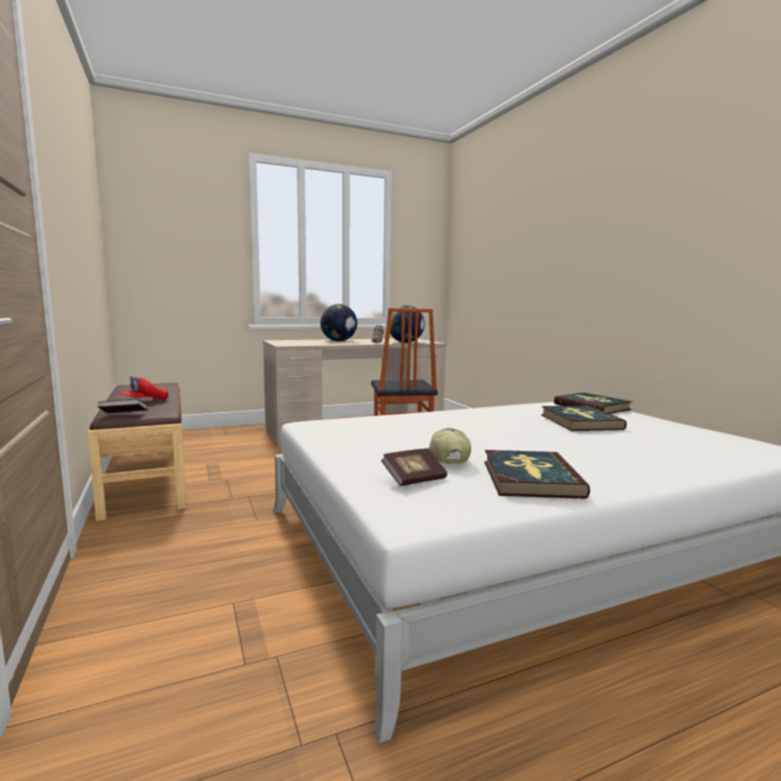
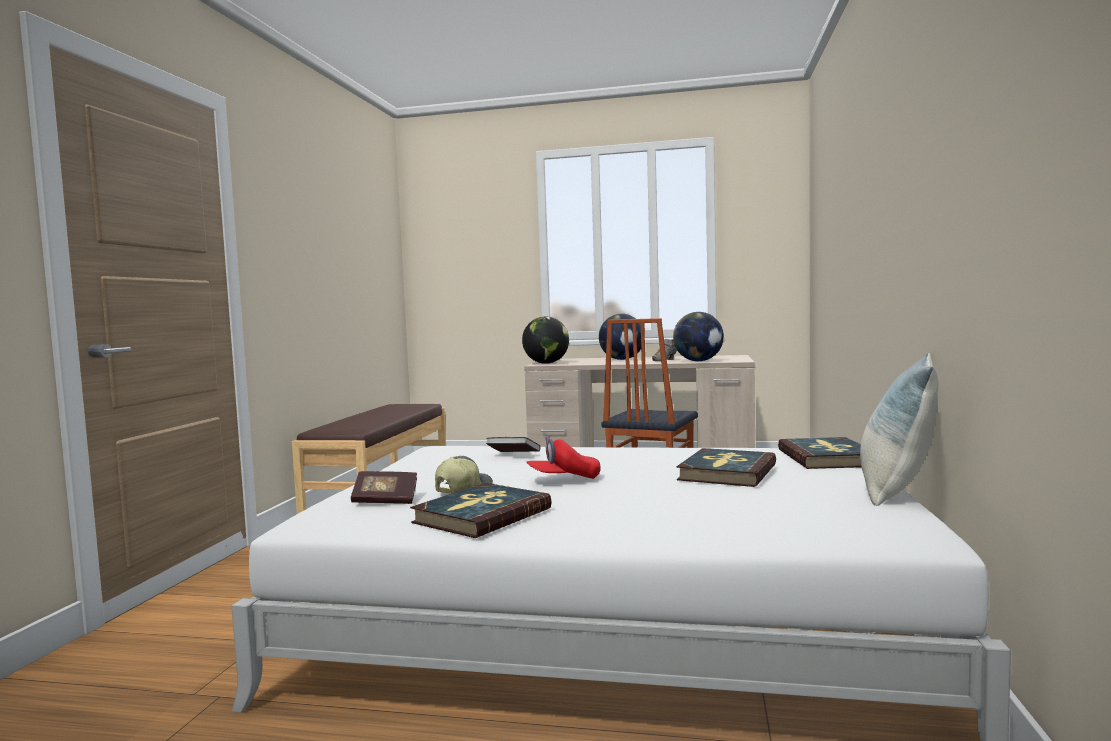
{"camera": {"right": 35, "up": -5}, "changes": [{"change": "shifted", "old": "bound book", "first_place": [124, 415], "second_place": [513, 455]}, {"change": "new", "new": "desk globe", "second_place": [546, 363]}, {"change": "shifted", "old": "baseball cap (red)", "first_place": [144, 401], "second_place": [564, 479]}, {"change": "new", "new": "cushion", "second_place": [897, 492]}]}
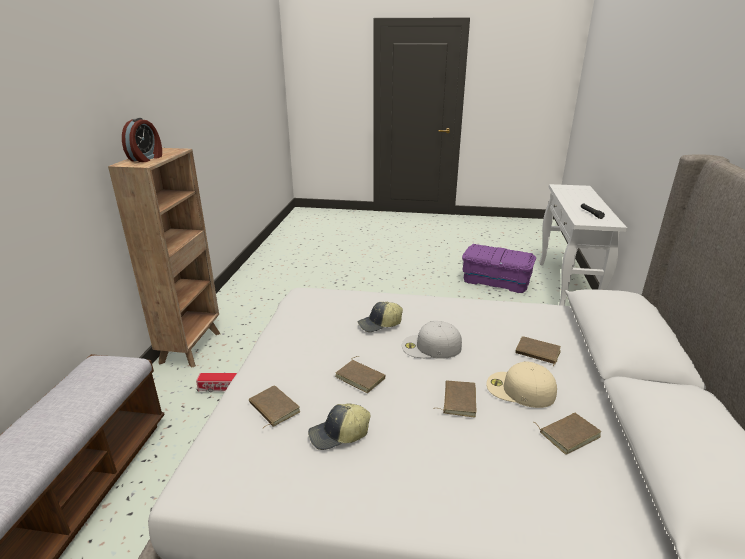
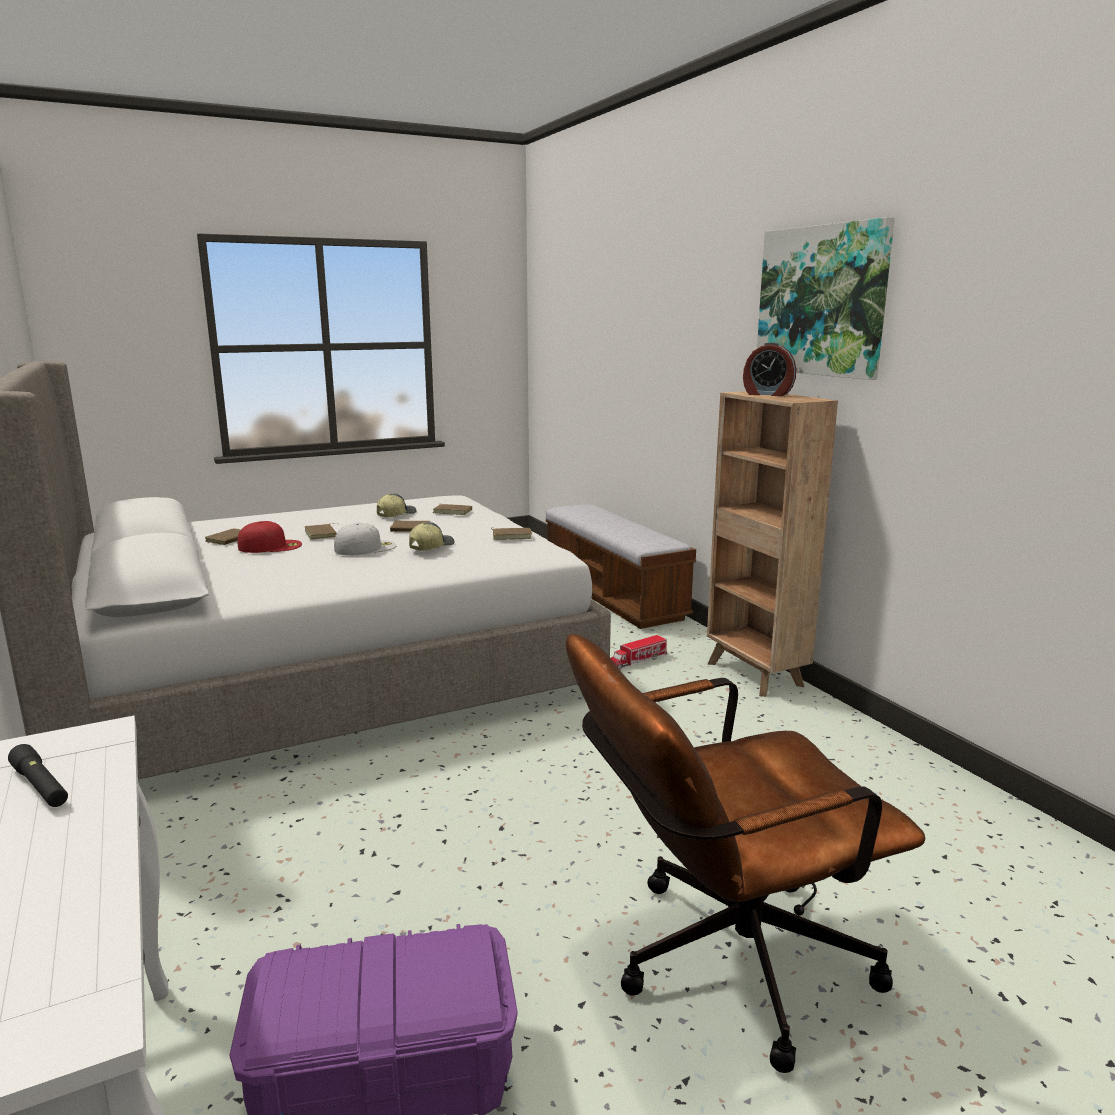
{"camera": {"right": 145, "up": -10}, "changes": [{"change": "repainted", "old": "baseball cap (beige-coloured)", "new": "baseball cap (red)", "first_place": [519, 389], "second_place": [270, 546]}, {"change": "shifted", "old": "bound book (brown)", "first_place": [537, 353], "second_place": [512, 536]}, {"change": "new", "new": "desk chair (brown)", "second_place": [722, 963]}, {"change": "rotated", "old": "alarm clock", "first_place": [146, 159], "second_place": [767, 394], "degrees": -45}, {"change": "new", "new": "picture", "second_place": [821, 301]}]}
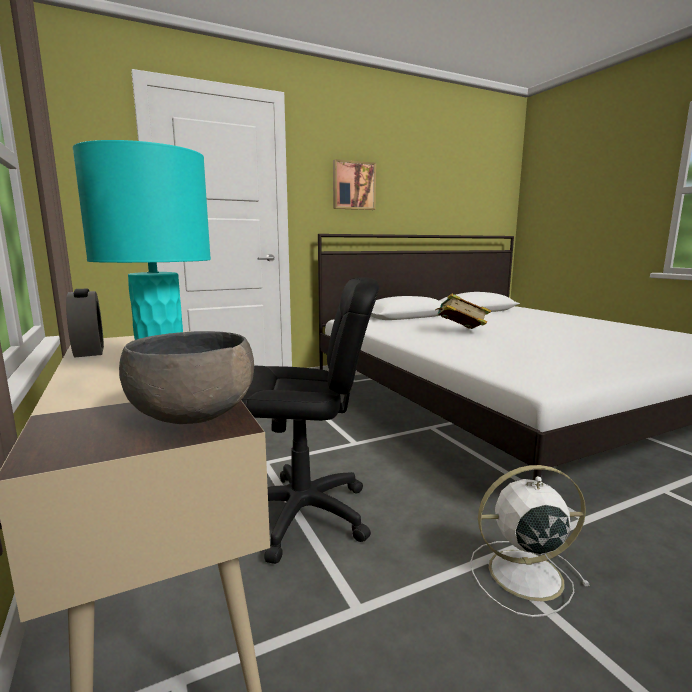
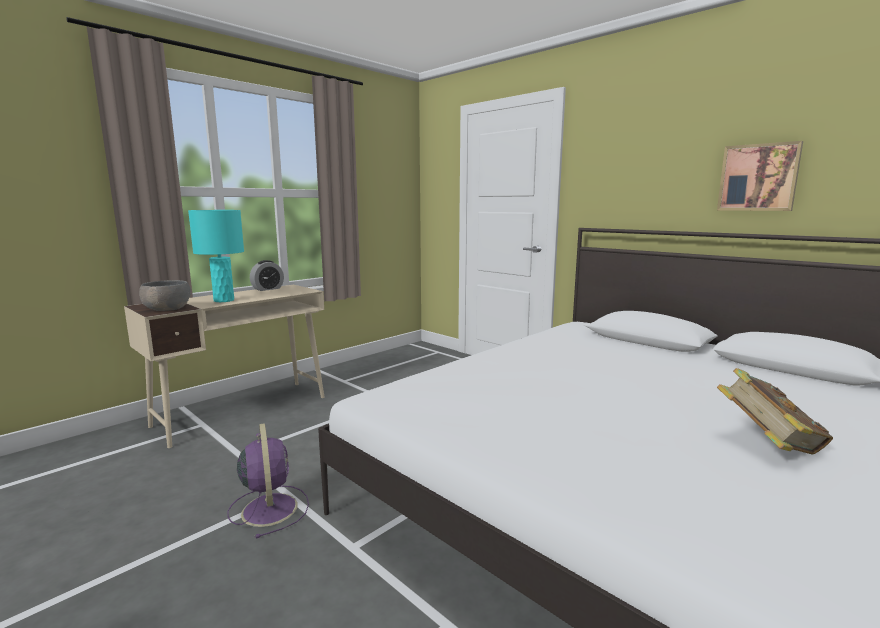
{"camera": {"right": 70, "up": 0}, "changes": [{"change": "repainted", "old": "fan (whitish)", "new": "fan (purple-coloured)", "first_place": [522, 574], "second_place": [269, 508]}, {"change": "shifted", "old": "picture", "first_place": [353, 185], "second_place": [758, 177]}, {"change": "shifted", "old": "bound book", "first_place": [460, 331], "second_place": [767, 445]}, {"change": "gone", "old": "desk chair (black)", "first_place": [302, 514]}]}
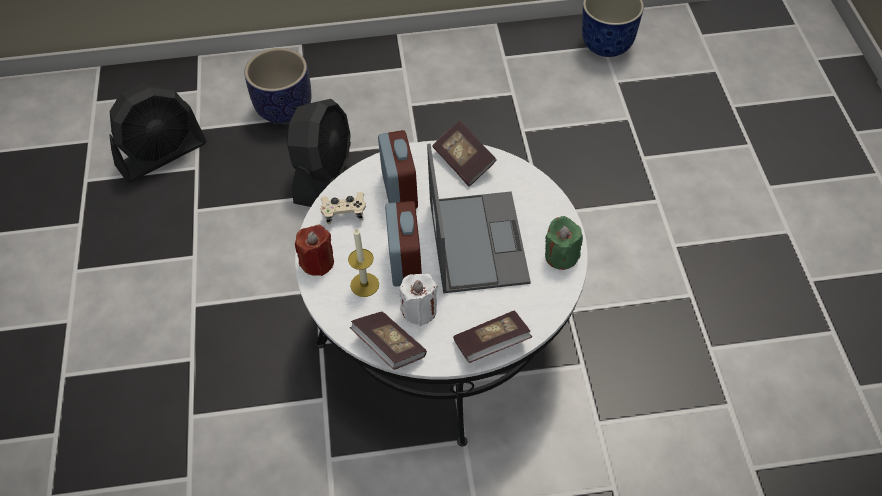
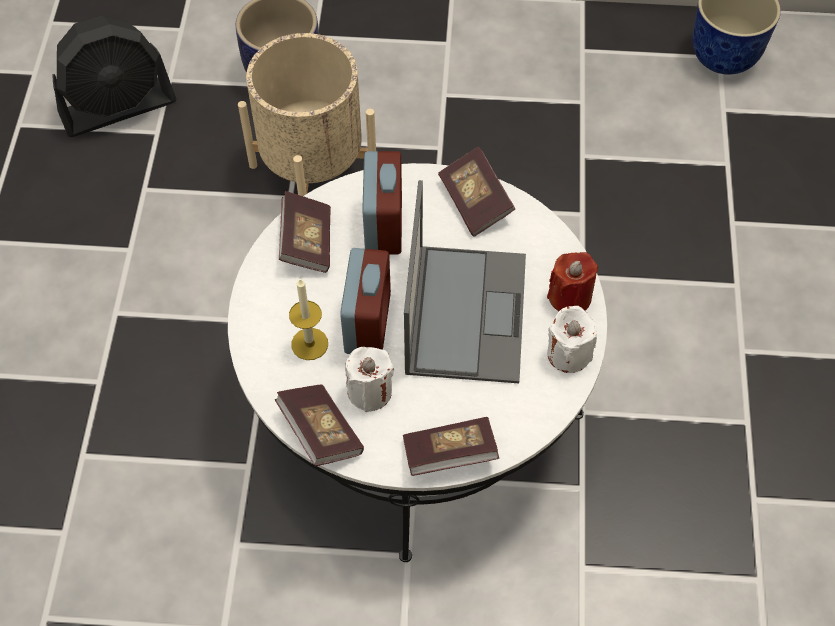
{"camera": {"right": 10, "up": 5}, "changes": [{"change": "swapped", "old": "fan (black)", "new": "plant pot (beige-coloured)", "first_place": [323, 173], "second_place": [313, 169]}, {"change": "swapped", "old": "gamepad (beige-coloured)", "new": "bound book", "first_place": [344, 212], "second_place": [306, 242]}, {"change": "shifted", "old": "wax light (red)", "first_place": [317, 262], "second_place": [570, 297]}, {"change": "repainted", "old": "wax light (green-coloured)", "new": "wax light (whitish)", "first_place": [561, 256], "second_place": [568, 354]}]}
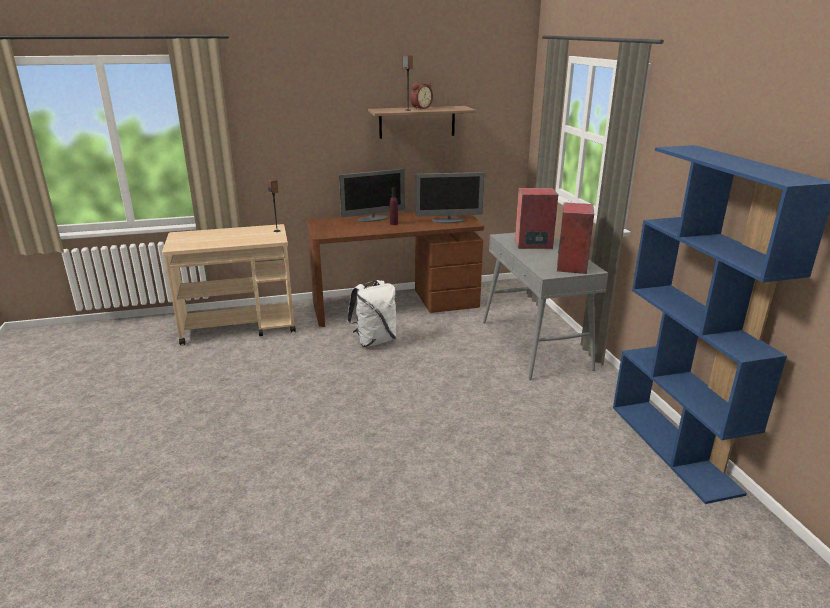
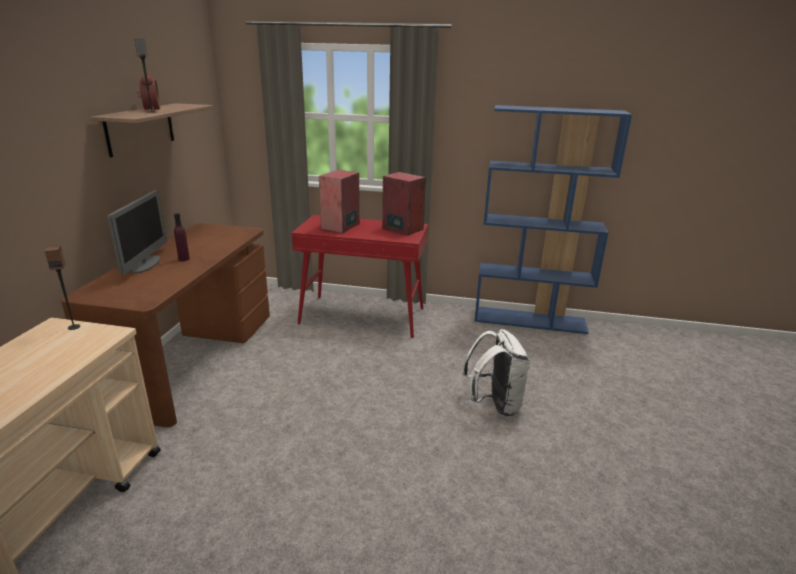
{"camera": {"right": -65, "up": 0}, "changes": [{"change": "repainted", "old": "narrow table (grey)", "new": "narrow table (red)", "first_place": [535, 345], "second_place": [363, 316]}, {"change": "shifted", "old": "rucksack (whitish)", "first_place": [374, 340], "second_place": [494, 404]}, {"change": "gone", "old": "monitor", "first_place": [448, 221]}]}
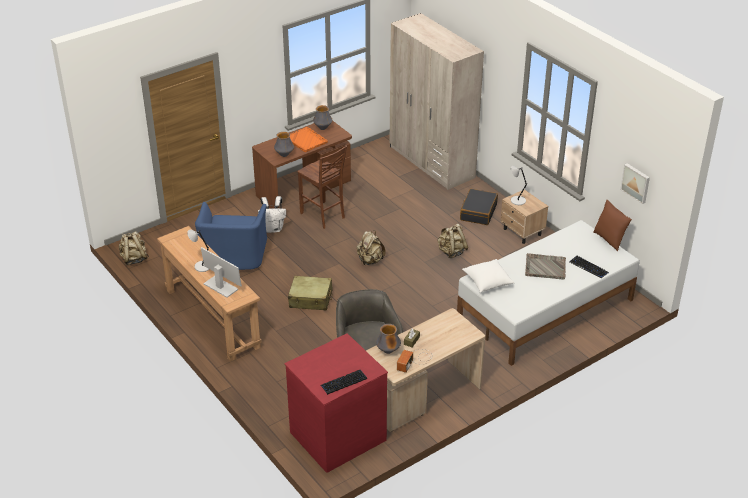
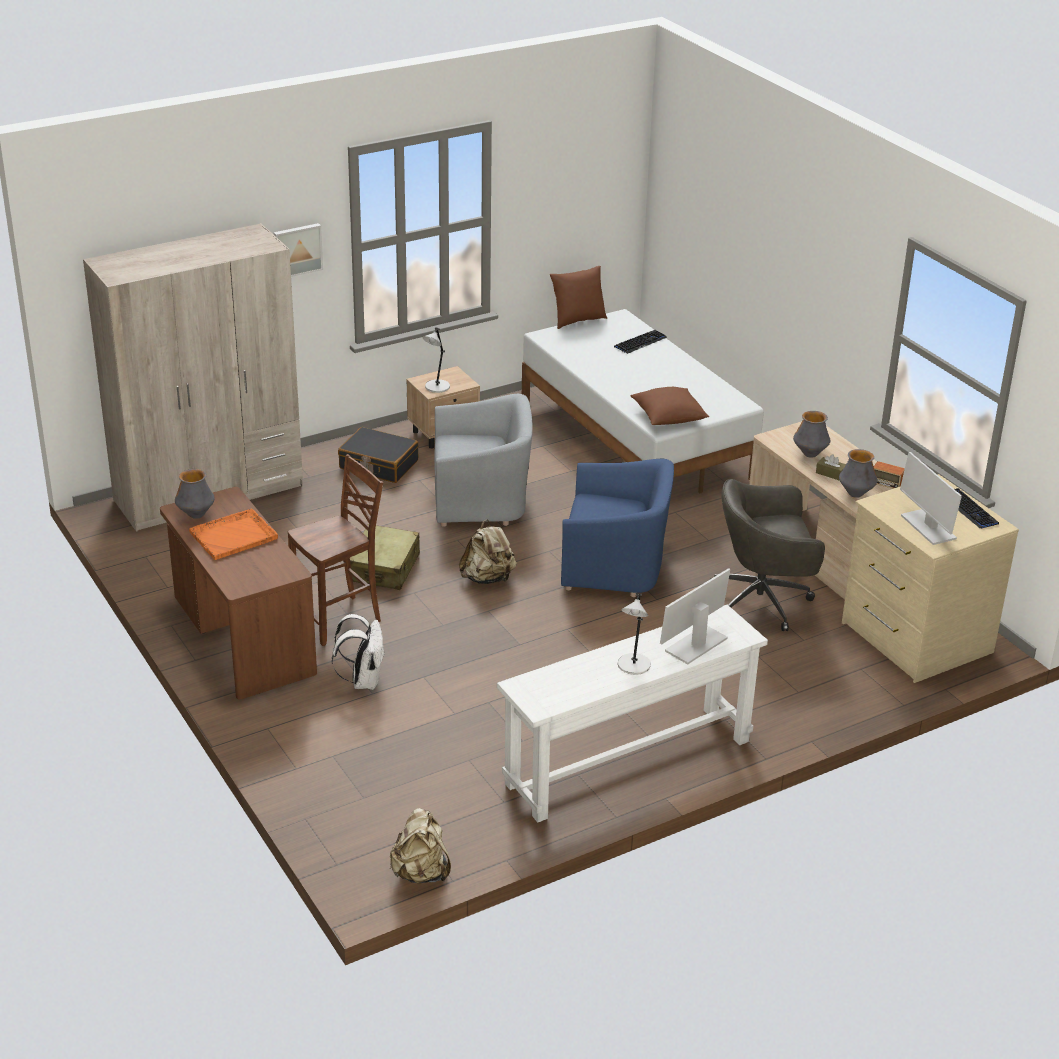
{"camera": {"right": -85, "up": -5}, "changes": [{"change": "shifted", "old": "picture", "first_place": [636, 183], "second_place": [297, 250]}, {"change": "shifted", "old": "travel case (beige-coloured)", "first_place": [311, 299], "second_place": [384, 568]}, {"change": "swapped", "old": "rucksack (beige-coloured)", "new": "lounge chair (grey)", "first_place": [451, 252], "second_place": [481, 499]}, {"change": "repainted", "old": "narrow table (brown)", "new": "narrow table (whitish)", "first_place": [212, 318], "second_place": [628, 762]}, {"change": "shifted", "old": "lounge chair (blue-coloured)", "first_place": [233, 256], "second_place": [615, 565]}, {"change": "repainted", "old": "cushion (whitish)", "new": "cushion (brown)", "first_place": [487, 282], "second_place": [668, 418]}, {"change": "shifted", "old": "flower vase", "first_place": [284, 155], "second_place": [810, 454]}, {"change": "repainted", "old": "drawer chest (red)", "new": "drawer chest (beige-coloured)", "first_place": [337, 435], "second_place": [915, 638]}, {"change": "new", "new": "monitor", "second_place": [927, 527]}, {"change": "gone", "old": "serving tray (grey)", "first_place": [545, 267]}]}
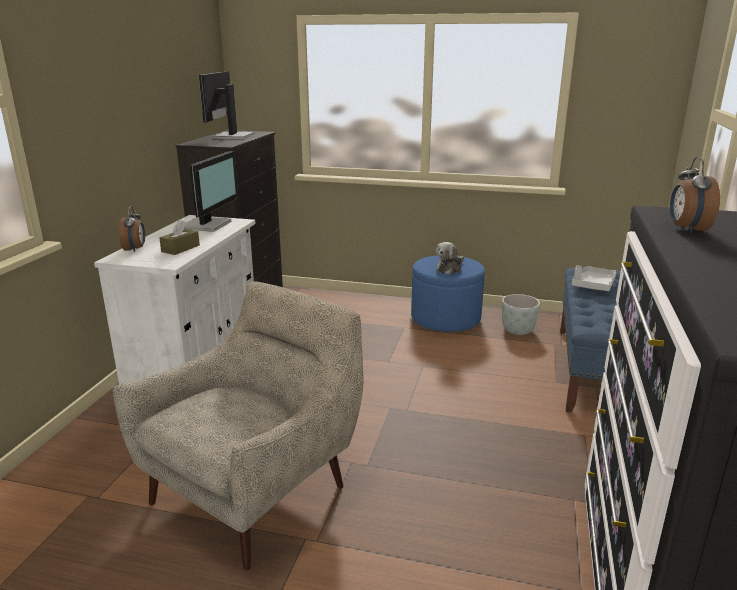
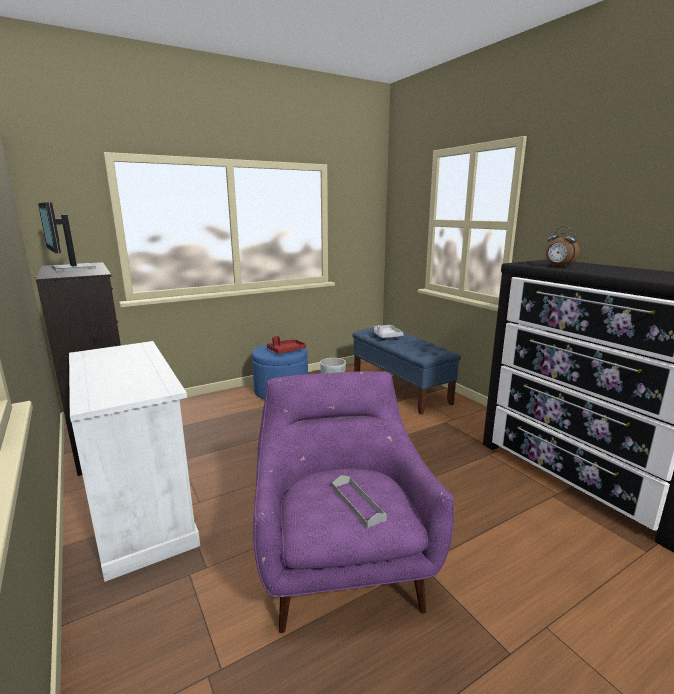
{"camera": {"right": -45, "up": -5}, "changes": [{"change": "repainted", "old": "lounge chair (beige-coloured)", "new": "lounge chair (purple-coloured)", "first_place": [257, 489], "second_place": [342, 559]}, {"change": "swapped", "old": "soft toy", "new": "serving tray (red)", "first_place": [450, 268], "second_place": [286, 351]}, {"change": "new", "new": "serving tray (grey)", "second_place": [357, 503]}, {"change": "gone", "old": "alarm clock", "first_place": [135, 249]}, {"change": "gone", "old": "tissue holder (brown)", "first_place": [180, 248]}, {"change": "gone", "old": "monitor", "first_place": [208, 225]}]}
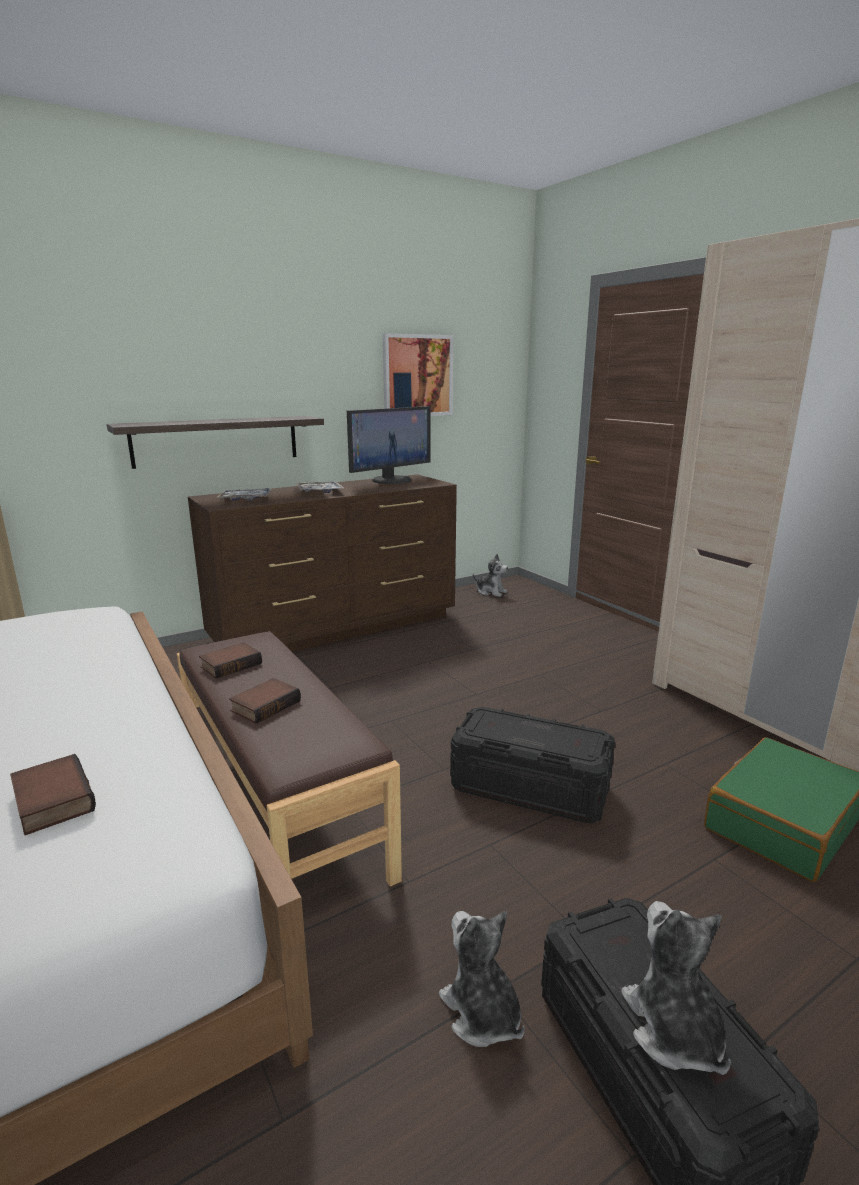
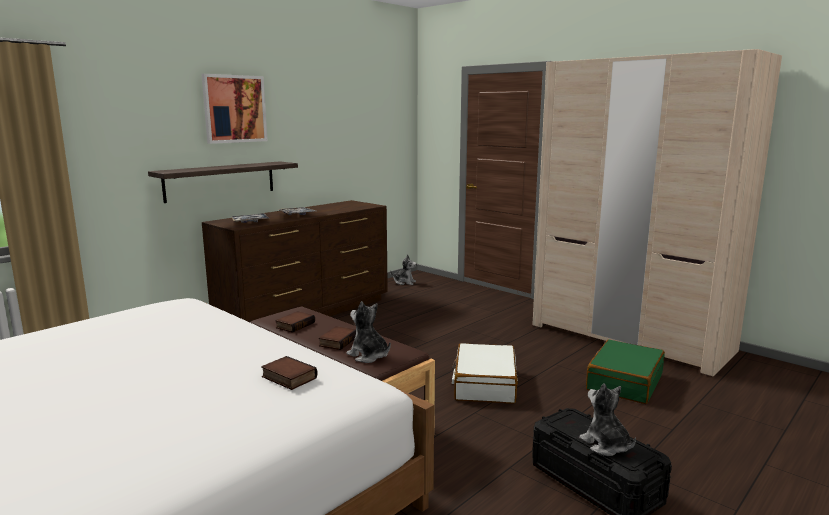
{"camera": {"right": -15, "up": -5}, "changes": [{"change": "shifted", "old": "picture", "first_place": [417, 376], "second_place": [234, 109]}, {"change": "shifted", "old": "soft toy", "first_place": [481, 1012], "second_place": [369, 356]}, {"change": "swapped", "old": "storage container (black)", "new": "travel case (whitish)", "first_place": [530, 787], "second_place": [484, 384]}, {"change": "gone", "old": "monitor", "first_place": [391, 480]}]}
